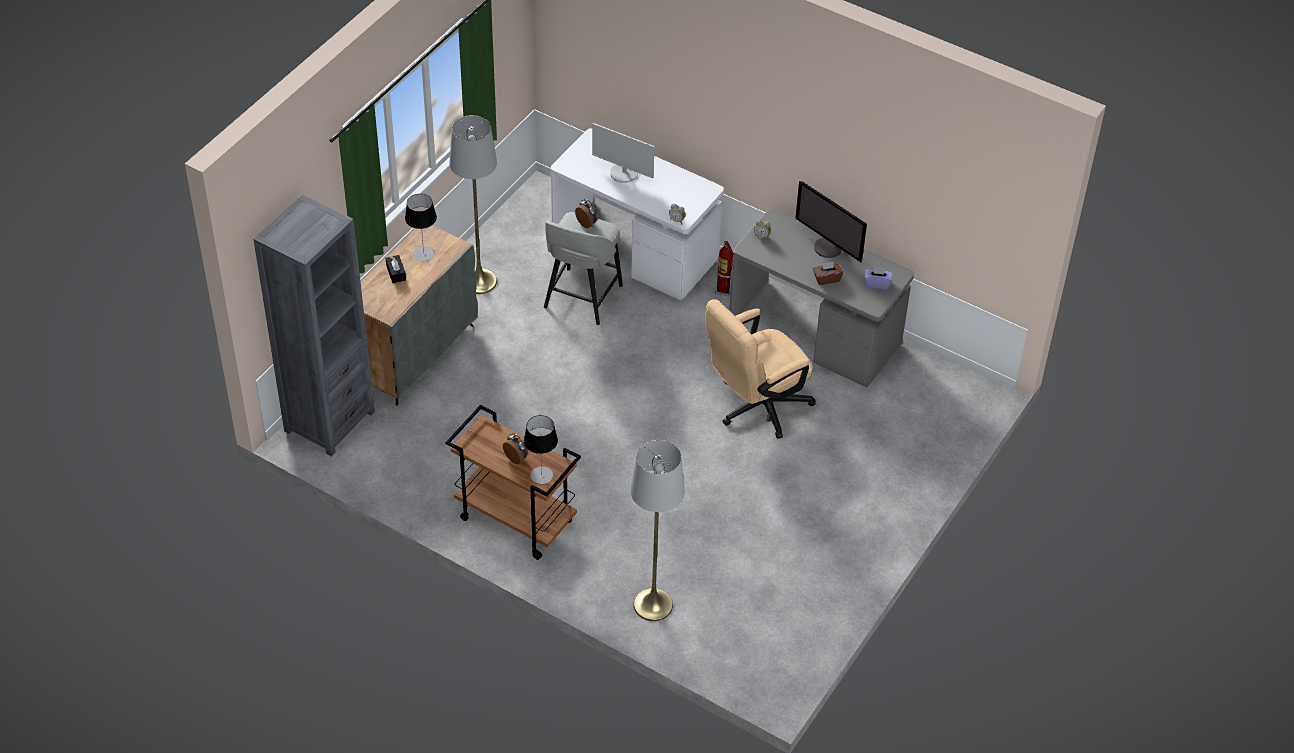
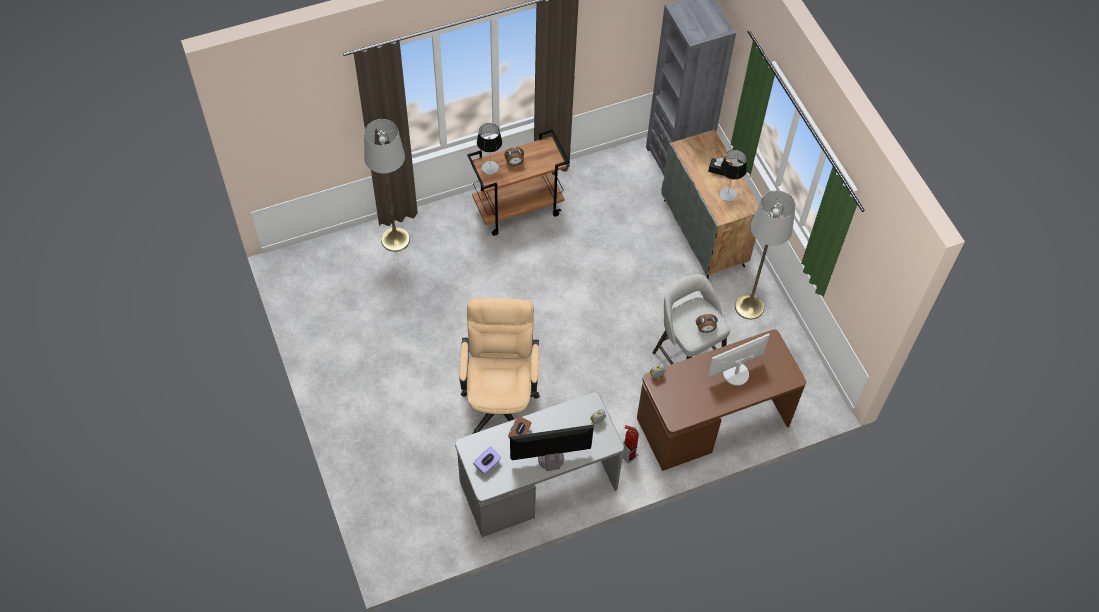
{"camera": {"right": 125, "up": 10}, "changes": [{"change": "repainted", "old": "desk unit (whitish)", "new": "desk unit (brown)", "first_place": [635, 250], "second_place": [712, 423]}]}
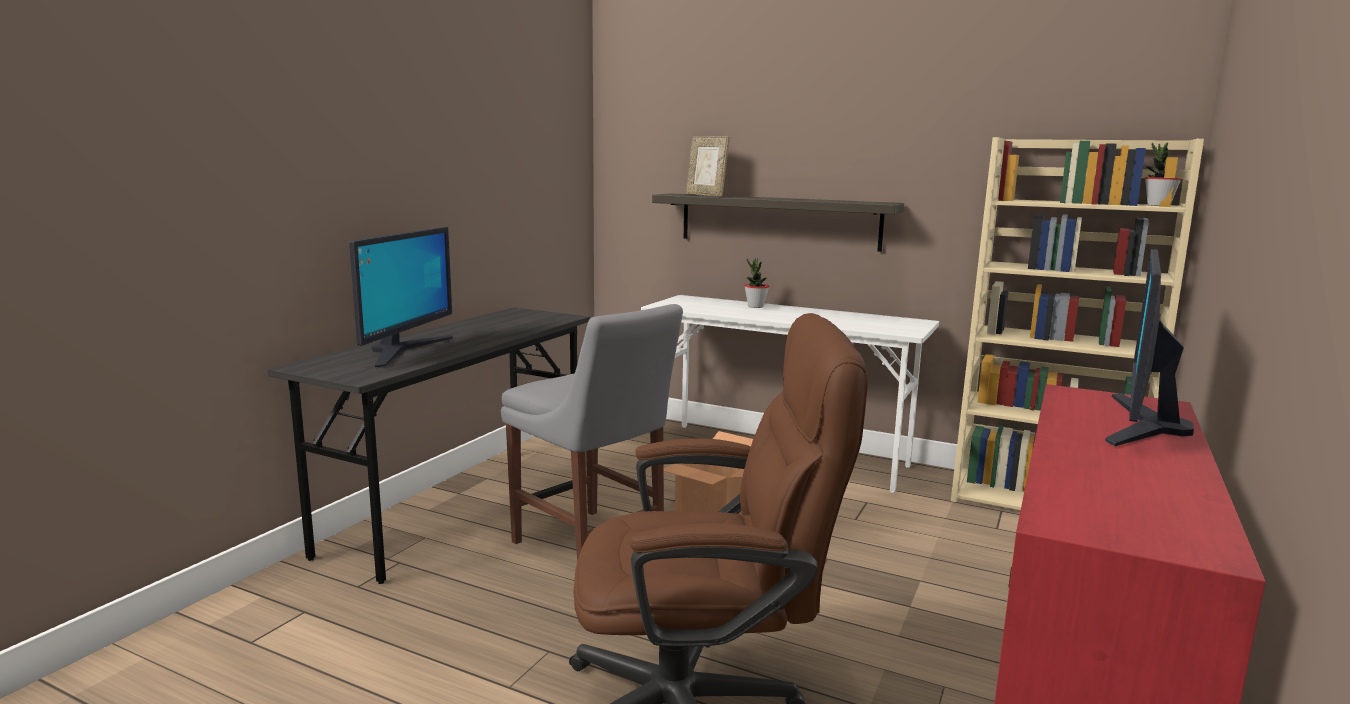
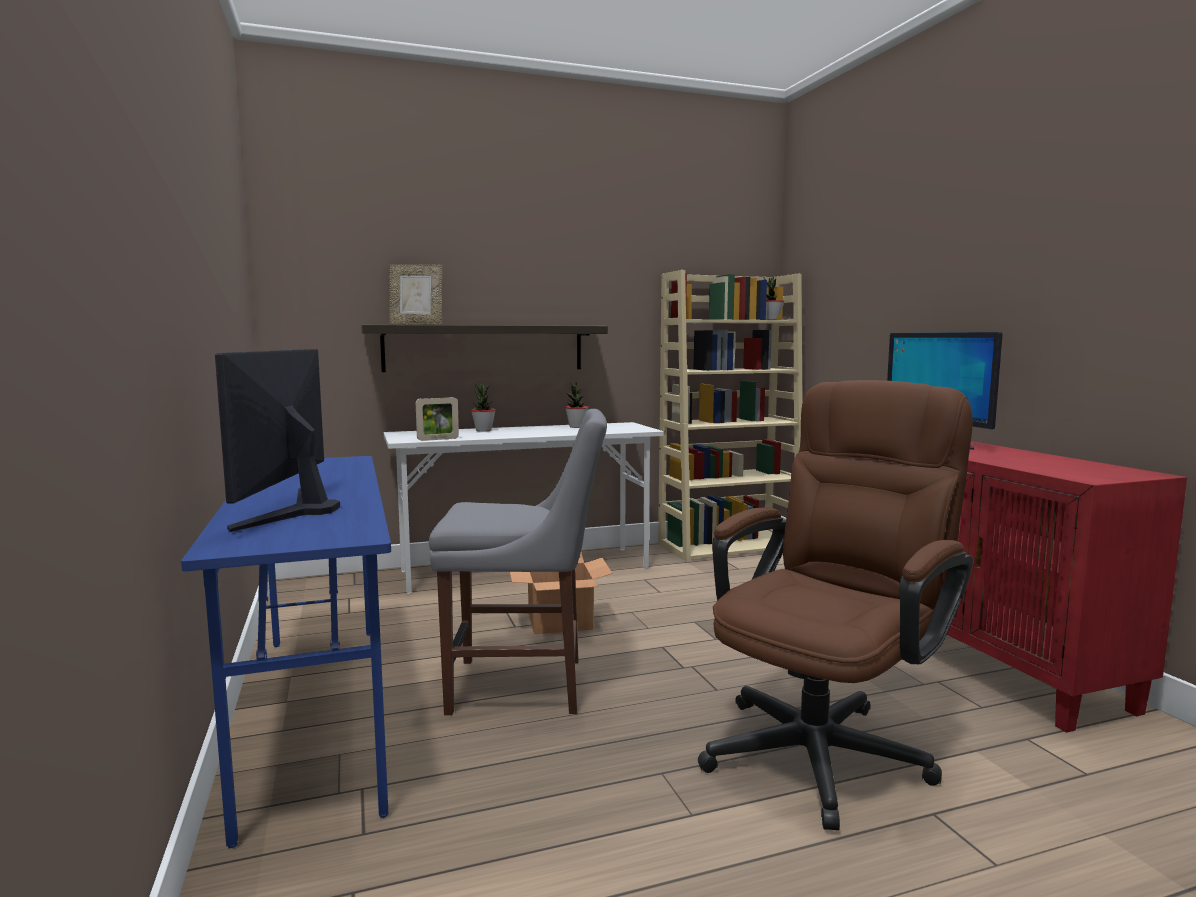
{"camera": {"right": -45, "up": -5}, "changes": [{"change": "repainted", "old": "desk unit (grey)", "new": "desk unit (blue-coloured)", "first_place": [460, 506], "second_place": [317, 712]}, {"change": "rotated", "old": "monitor", "first_place": [403, 350], "second_place": [294, 509], "degrees": -150}, {"change": "new", "new": "standing frame", "second_place": [438, 439]}, {"change": "new", "new": "houseplant", "second_place": [576, 427]}]}
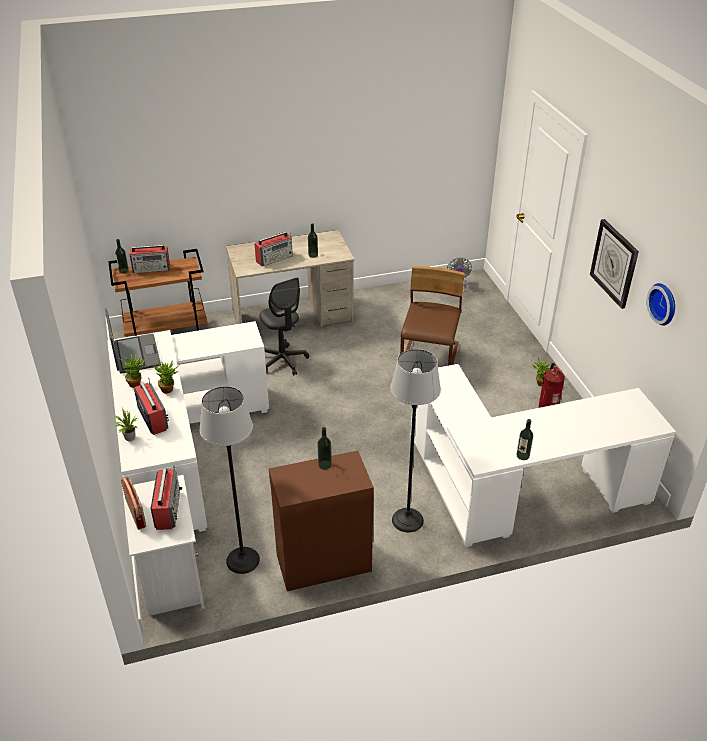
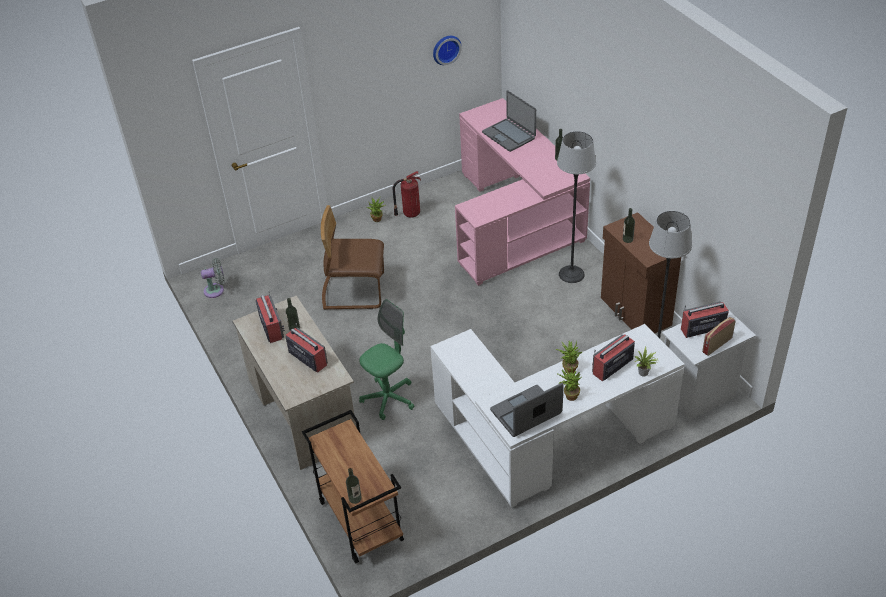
{"camera": {"right": -100, "up": 5}, "changes": [{"change": "shifted", "old": "radio", "first_place": [152, 269], "second_place": [271, 327]}, {"change": "repainted", "old": "desk chair (grey)", "new": "desk chair (green-coloured)", "first_place": [283, 361], "second_place": [388, 398]}, {"change": "repainted", "old": "desk unit (whitish)", "new": "desk unit (pink-coloured)", "first_place": [518, 491], "second_place": [516, 221]}, {"change": "new", "new": "laptop", "second_place": [509, 135]}, {"change": "gone", "old": "wall clock", "first_place": [614, 263]}]}
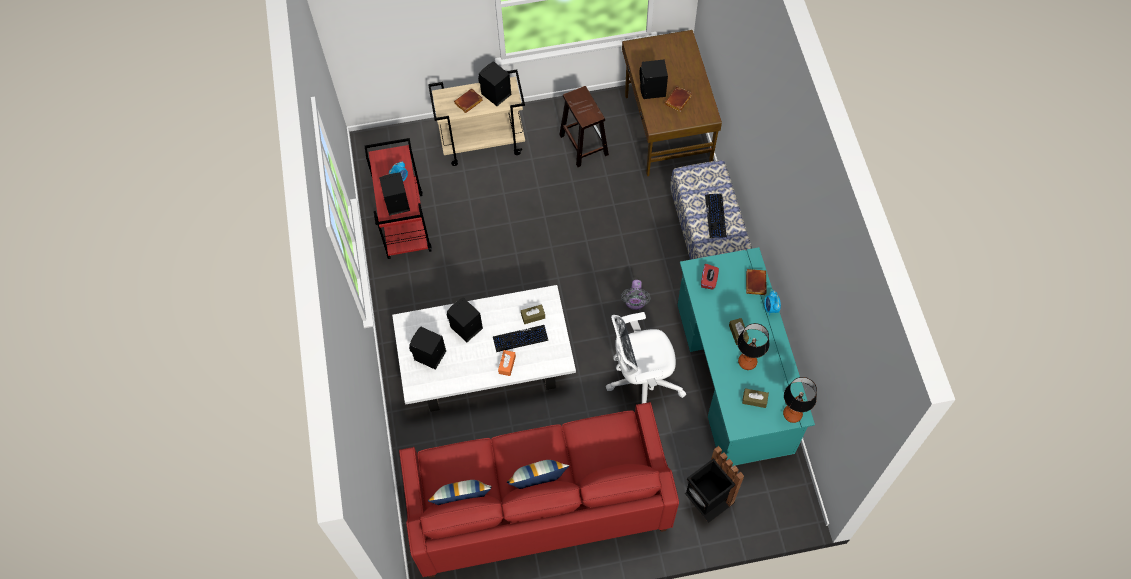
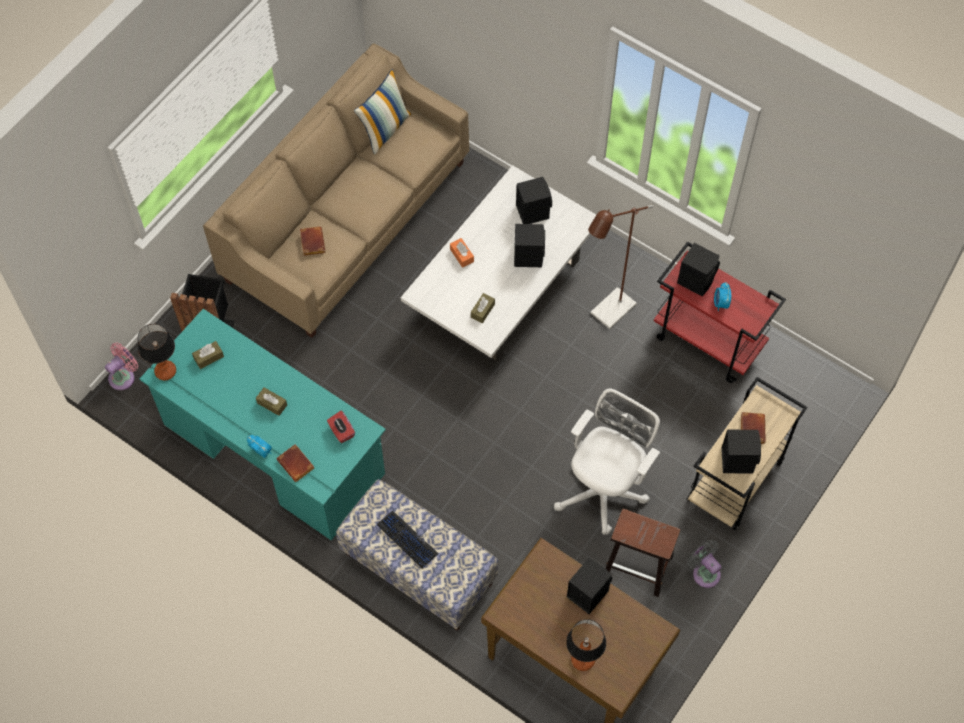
{"camera": {"right": 135, "up": 0}, "changes": [{"change": "new", "new": "fan (pink-coloured)", "second_place": [124, 376]}, {"change": "repainted", "old": "couch (red)", "new": "couch (beige-coloured)", "first_place": [538, 503], "second_place": [347, 221]}, {"change": "shifted", "old": "bound book (brown)", "first_place": [678, 101], "second_place": [311, 242]}, {"change": "shifted", "old": "desk chair (whitish)", "first_place": [641, 381], "second_place": [604, 489]}, {"change": "shifted", "old": "tabletop lamp", "first_place": [747, 361], "second_place": [583, 660]}, {"change": "new", "new": "standing lamp (brown)", "second_place": [607, 314]}, {"change": "shifted", "old": "fan (grey)", "first_place": [635, 302], "second_place": [704, 572]}, {"change": "gone", "old": "keyboard", "first_place": [520, 339]}, {"change": "gone", "old": "cushion", "first_place": [537, 482]}]}
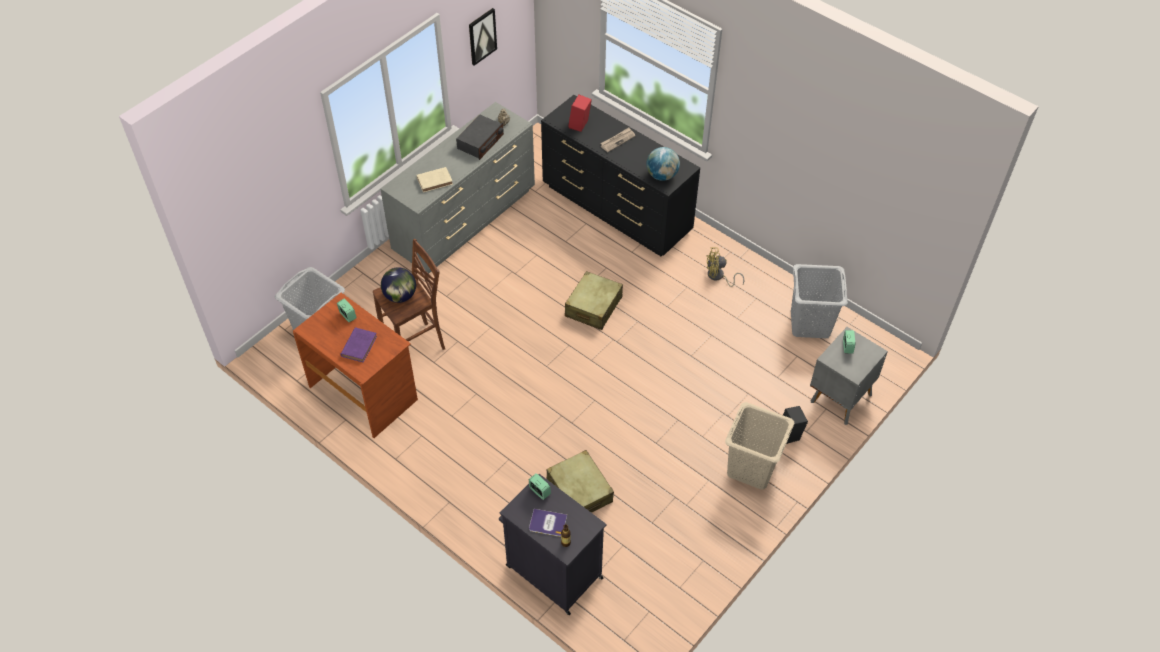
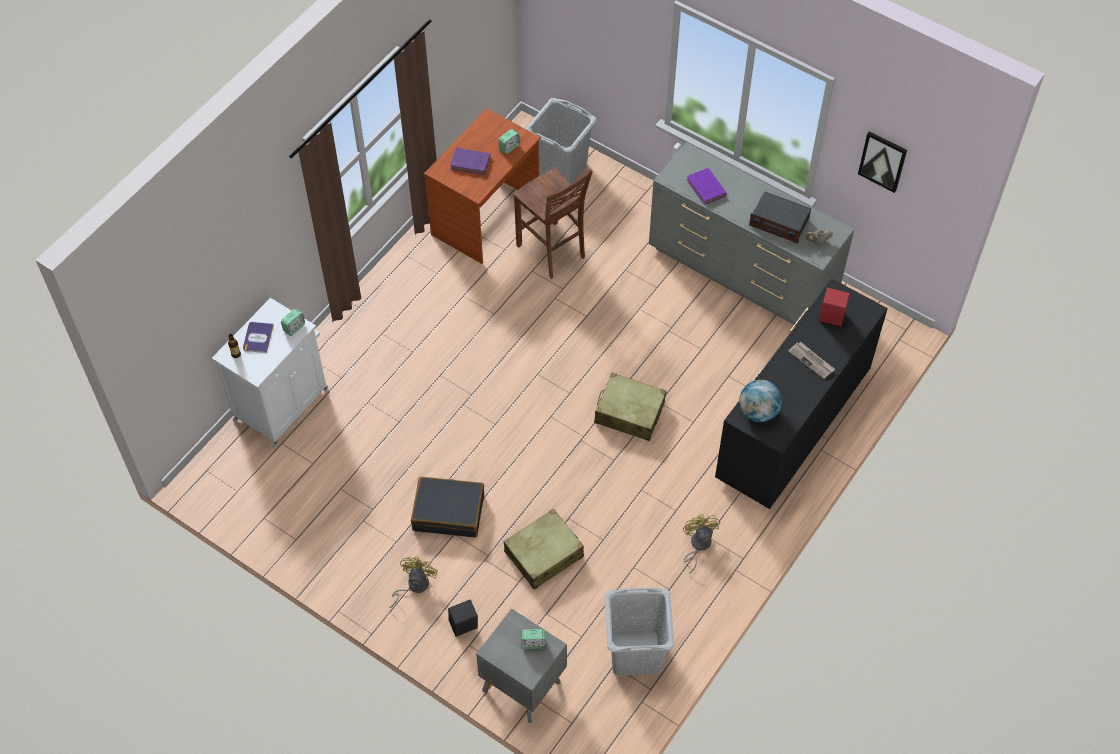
{"camera": {"right": 85, "up": 5}, "changes": [{"change": "repainted", "old": "cupboard (black)", "new": "cupboard (whitish)", "first_place": [552, 571], "second_place": [282, 403]}, {"change": "swapped", "old": "hamper (beige-coloured)", "new": "fan (yellow)", "first_place": [752, 468], "second_place": [414, 586]}, {"change": "new", "new": "travel case (black)", "second_place": [448, 512]}, {"change": "shifted", "old": "travel case (beige-coloured)", "first_place": [579, 491], "second_place": [544, 554]}, {"change": "repainted", "old": "bound book (beige-coloured)", "new": "bound book (purple-coloured)", "first_place": [435, 181], "second_place": [706, 189]}, {"change": "gone", "old": "desk globe", "first_place": [400, 296]}]}
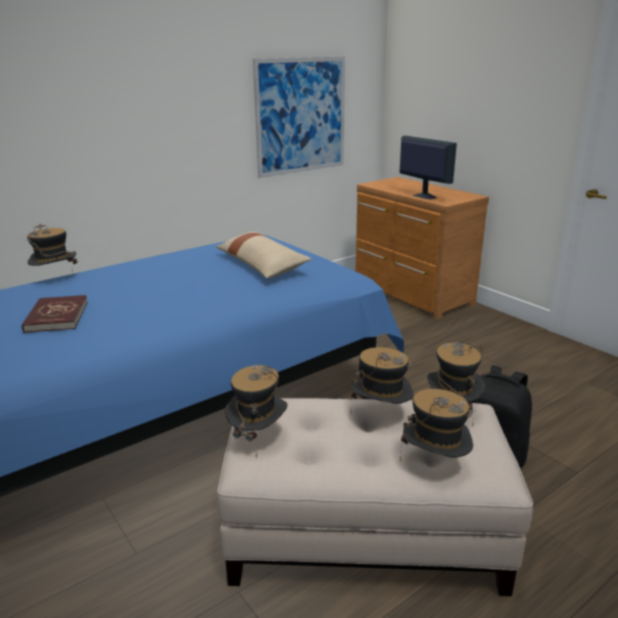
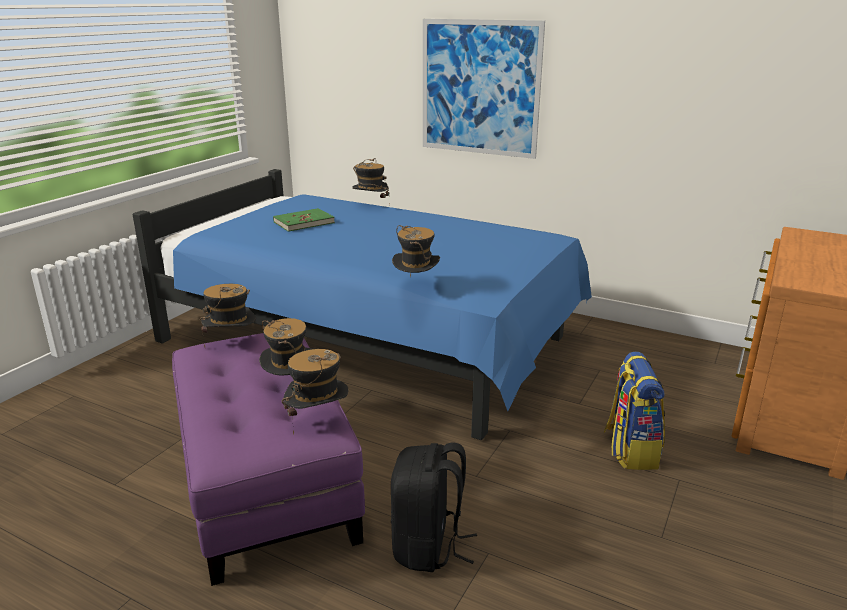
{"camera": {"right": 65, "up": 0}, "changes": [{"change": "repainted", "old": "pouffe (beige-coloured)", "new": "pouffe (purple-coloured)", "first_place": [364, 533], "second_place": [263, 481]}, {"change": "repainted", "old": "bound book (red)", "new": "bound book (green-coloured)", "first_place": [56, 316], "second_place": [304, 222]}, {"change": "shifted", "old": "clothing hat", "first_place": [434, 465], "second_place": [416, 286]}, {"change": "shifted", "old": "picture", "first_place": [301, 116], "second_place": [479, 88]}, {"change": "new", "new": "rucksack", "second_place": [630, 449]}, {"change": "gone", "old": "cushion (beige-coloured)", "first_place": [261, 265]}, {"change": "gone", "old": "monitor", "first_place": [424, 196]}]}
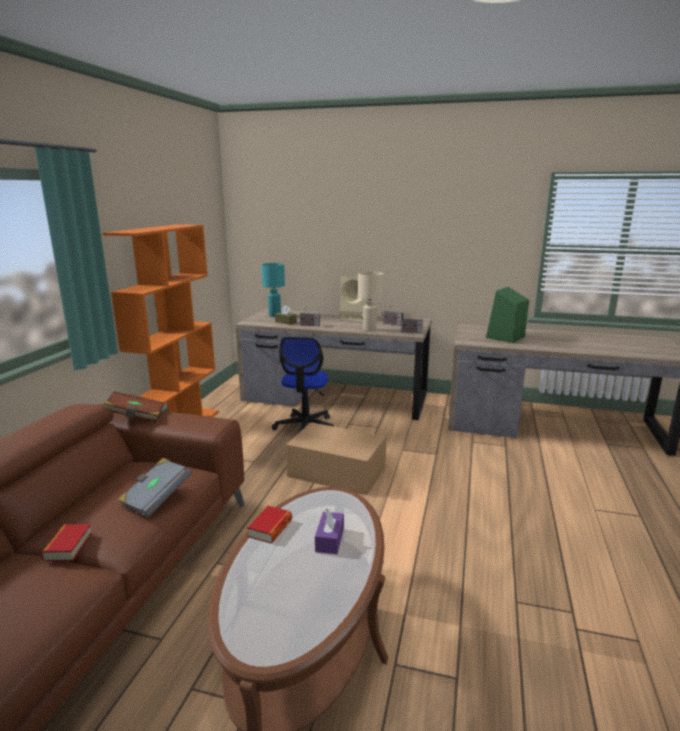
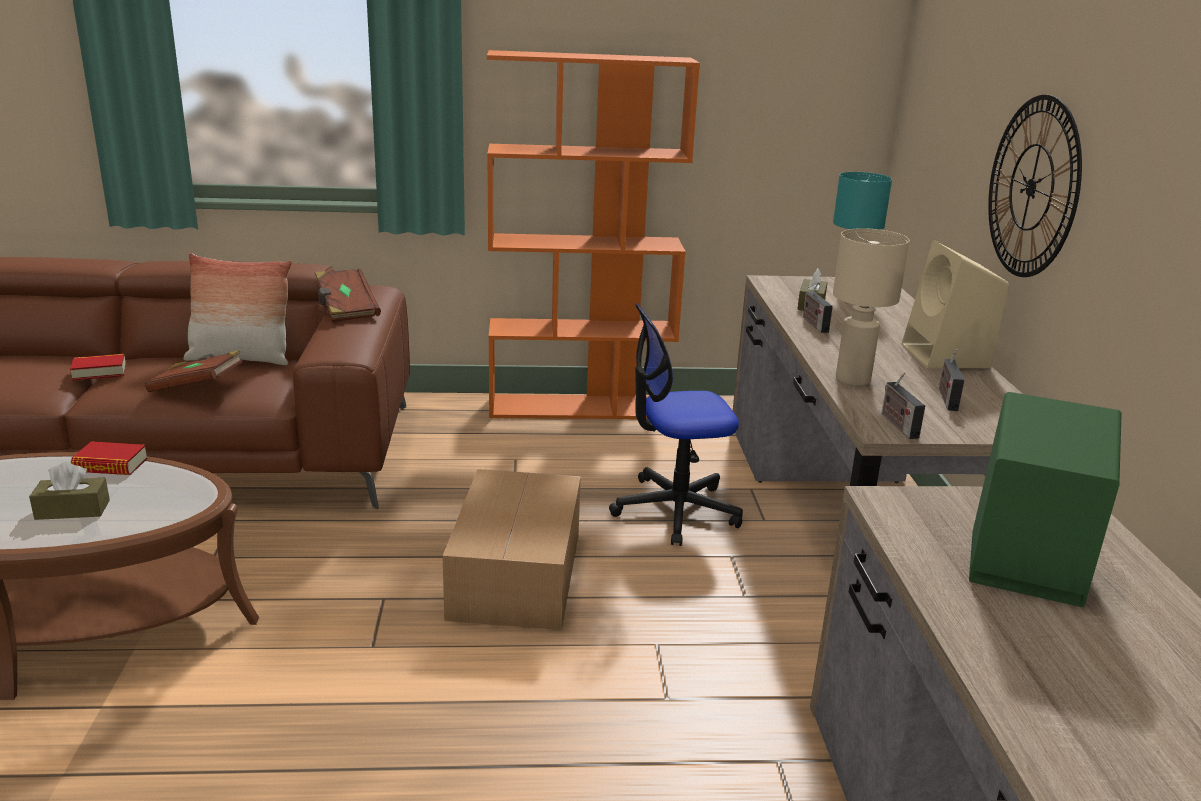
{"camera": {"right": 70, "up": 5}, "changes": [{"change": "repainted", "old": "tissue holder (purple-coloured)", "new": "tissue holder (brown)", "first_place": [329, 540], "second_place": [72, 510]}, {"change": "repainted", "old": "bound book (grey)", "new": "bound book (brown)", "first_place": [156, 498], "second_place": [197, 387]}, {"change": "new", "new": "cushion", "second_place": [241, 359]}, {"change": "new", "new": "wall clock", "second_place": [1032, 187]}]}
